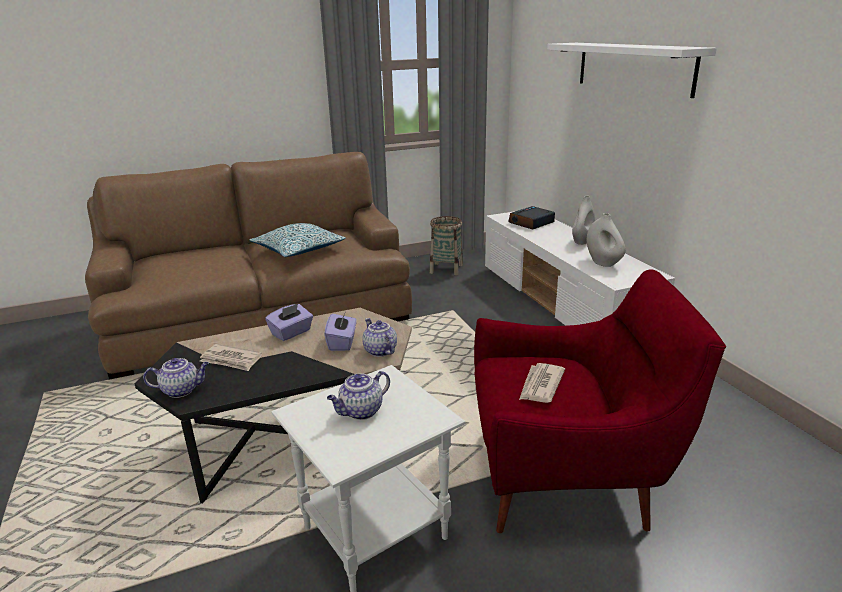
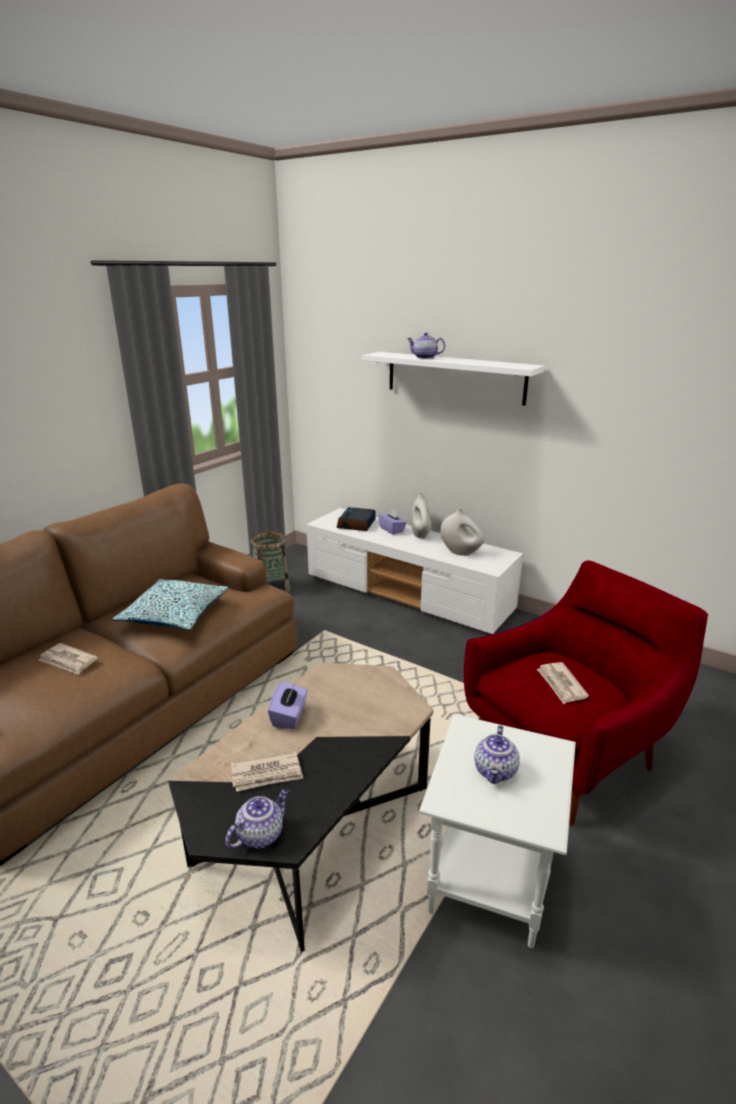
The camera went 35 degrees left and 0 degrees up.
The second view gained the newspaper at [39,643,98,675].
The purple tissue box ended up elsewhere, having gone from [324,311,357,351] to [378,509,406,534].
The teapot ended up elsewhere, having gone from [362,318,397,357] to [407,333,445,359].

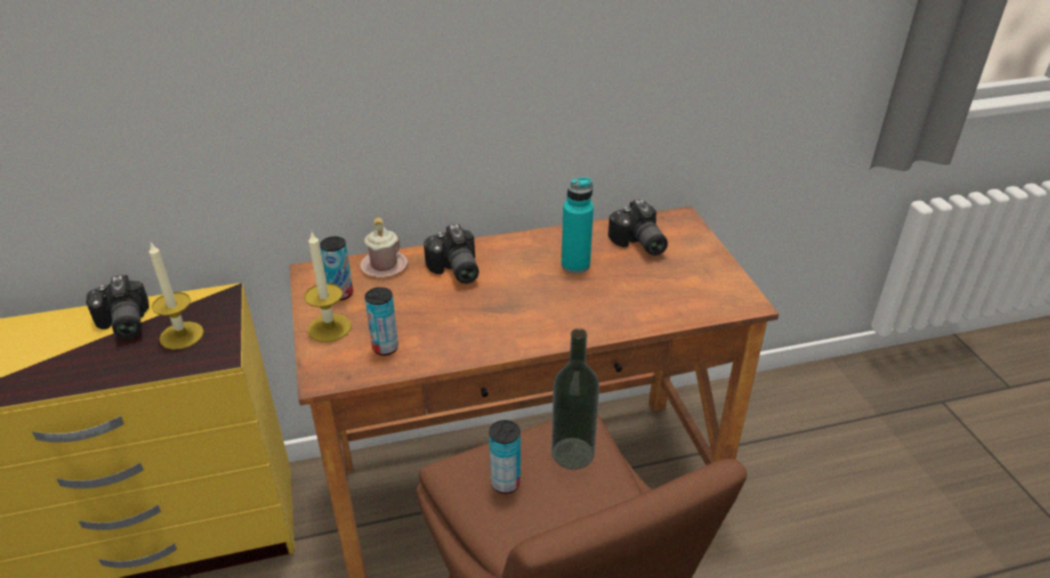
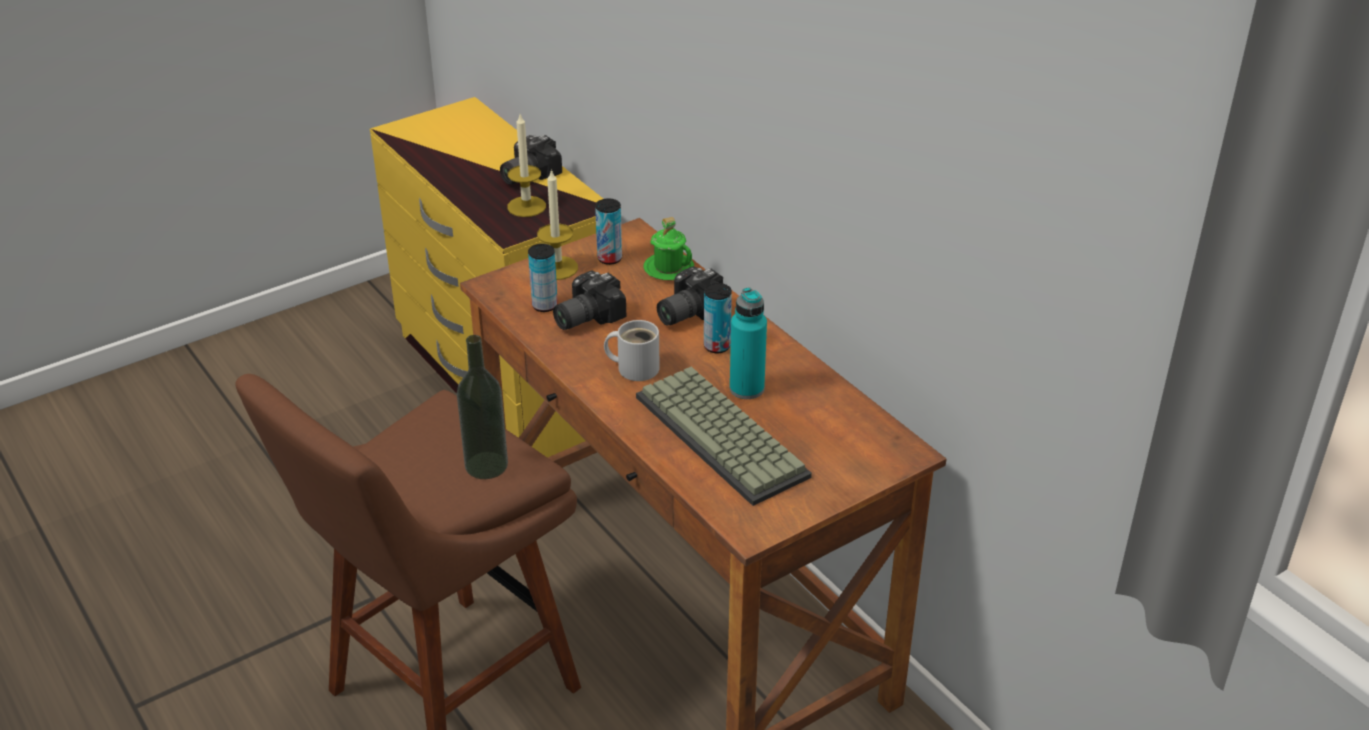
The camera went 70 degrees right and 0 degrees up.
The second view gained the white mug at [604,320,660,381].
The second view gained the keyboard at [636,367,812,506].
The can ended up elsewhere, having gone from [489,420,521,494] to [704,283,732,353].
The photo camera ended up elsewhere, having gone from [608,199,668,256] to [553,271,626,330].
What was the pink mug at [360,218,408,277] turned into the green mug at [643,217,694,280].

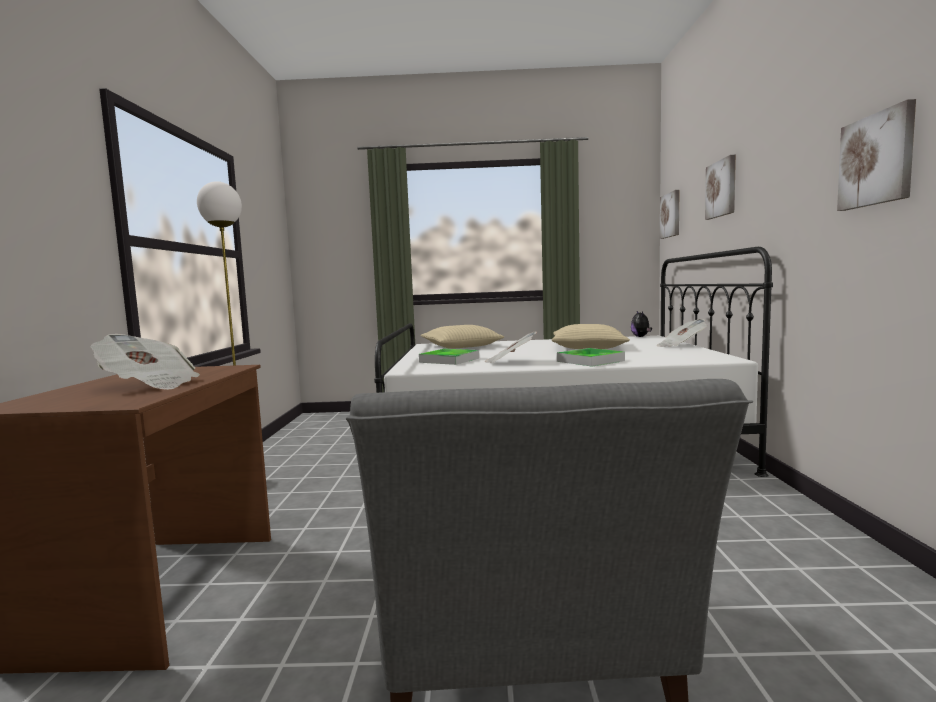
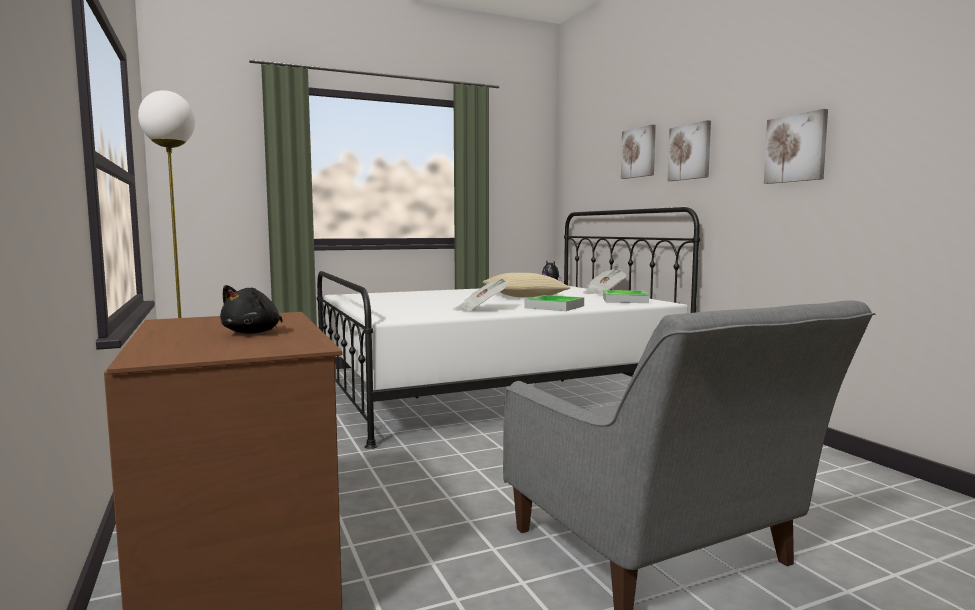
The camera went 25 degrees left and 0 degrees up.
The second view lost the beige pillow at [420,325,504,349].
The tray ended up elsewhere, having gone from [419,349,479,365] to [603,290,649,303].
The picture ended up elsewhere, having gone from [660,190,680,239] to [668,120,711,181].
Where the newspaper stood at [90,334,200,390], the black plush toy came to stand at [220,285,283,334].

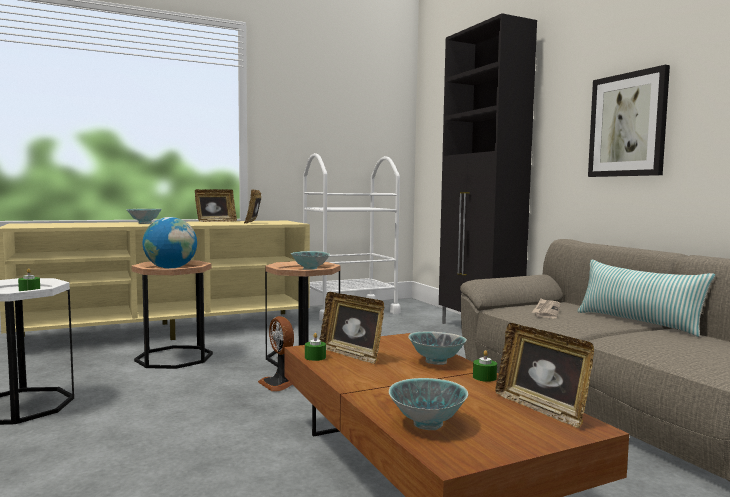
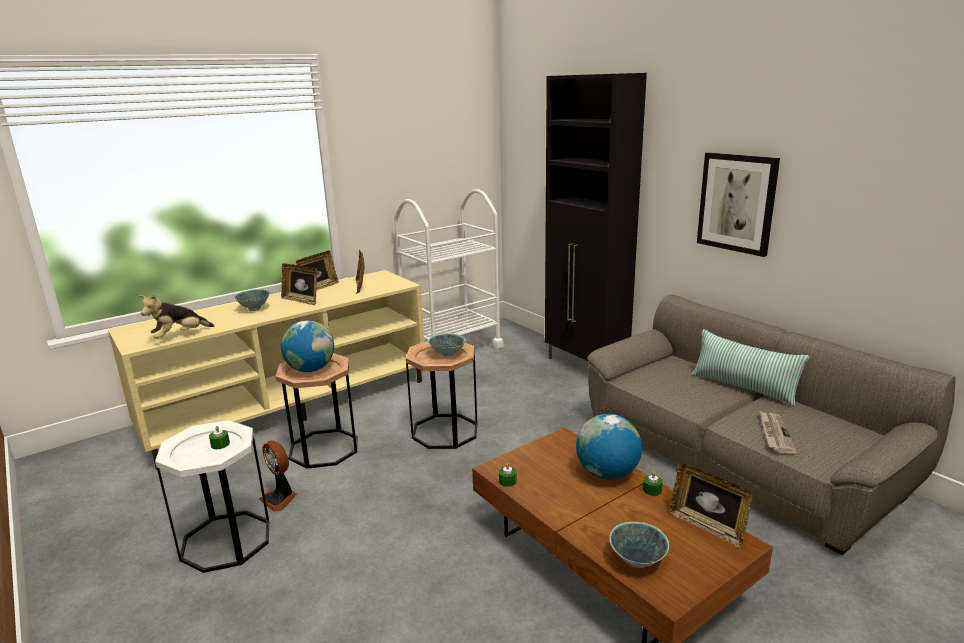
The camera went 10 degrees left and 15 degrees up.
The second view gained the plush toy at [139,294,214,339].
The fan ended up elsewhere, having gone from [258,316,294,391] to [259,440,297,512].
The picture frame ended up elsewhere, having gone from [319,292,384,364] to [281,264,317,305].
The newspaper ended up elsewhere, having gone from [532,299,561,318] to [760,411,797,454].
Where the bowl stood at [409,331,467,365], the globe came to stand at [576,414,642,480].

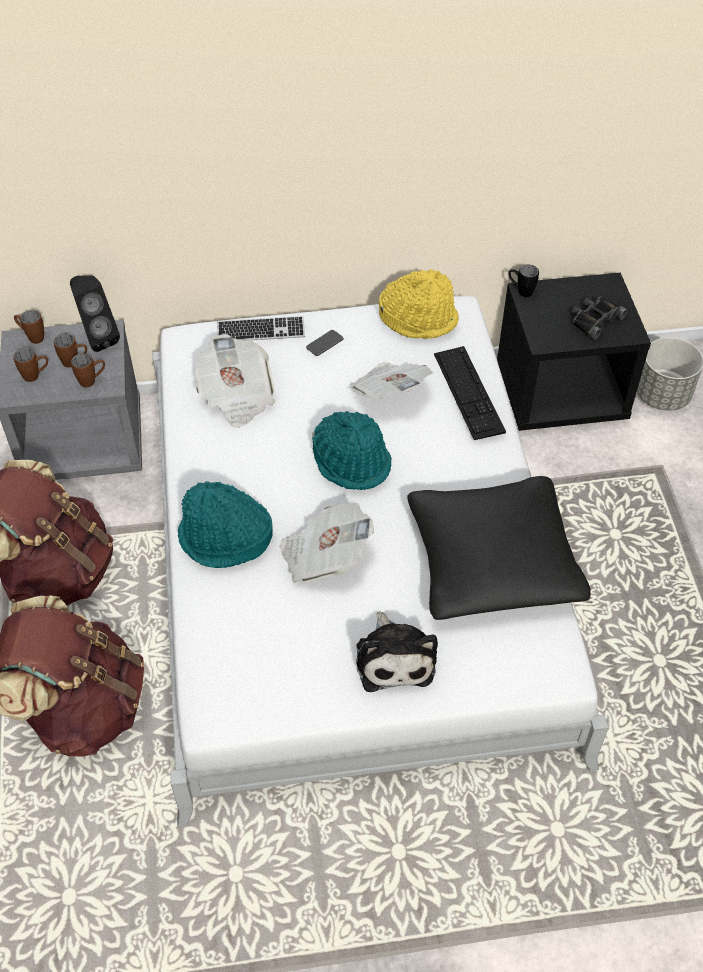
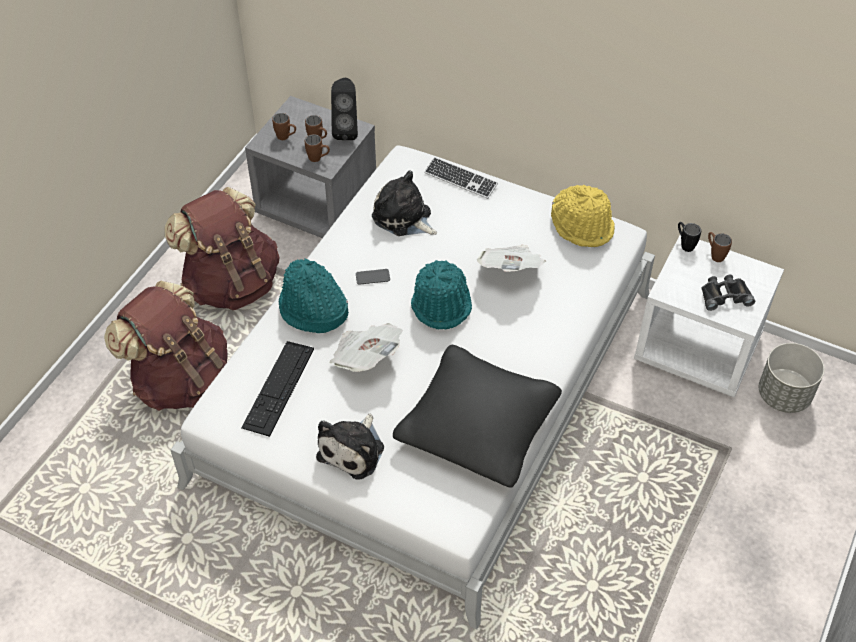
The camera went 35 degrees right and 0 degrees up.
The brown mug ended up elsewhere, having gone from [14,310,44,344] to [708,232,732,262].
The phone ended up elsewhere, having gone from [306,330,344,356] to [356,269,390,285].
The keyboard ended up elsewhere, having gone from [434,346,506,440] to [241,341,314,437].
Where the newspaper stood at [195,334,275,428], the plush toy came to stand at [372,171,437,236].
What was the black nightstand at [497,273,651,431] turned into the white nightstand at [634,235,784,397].

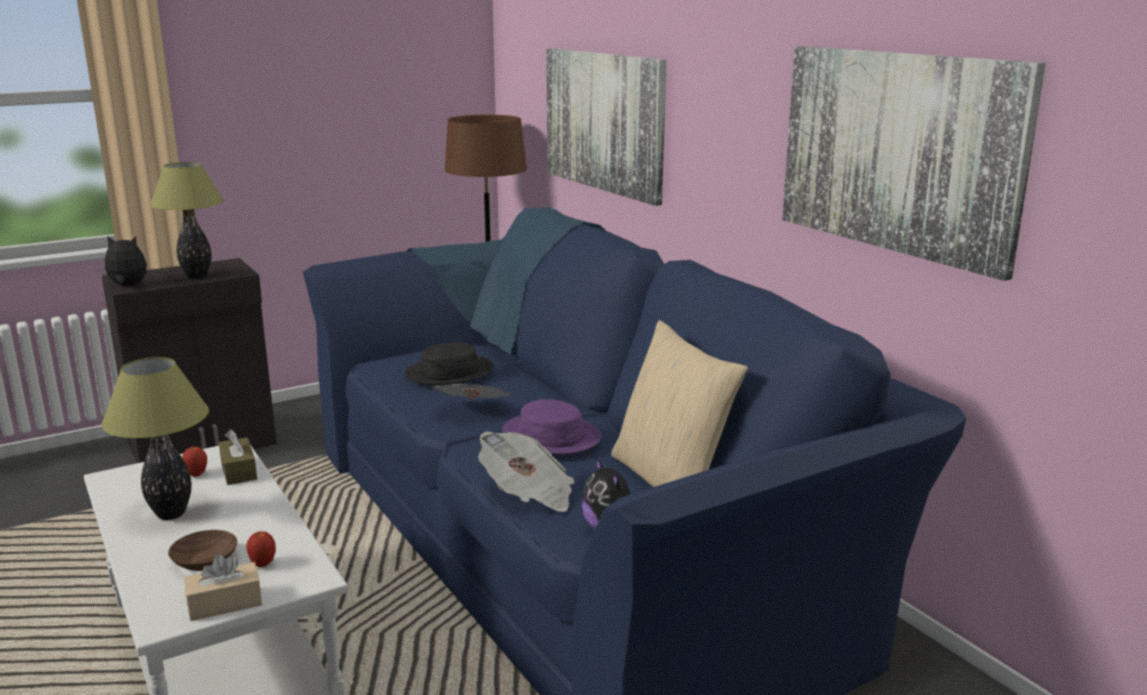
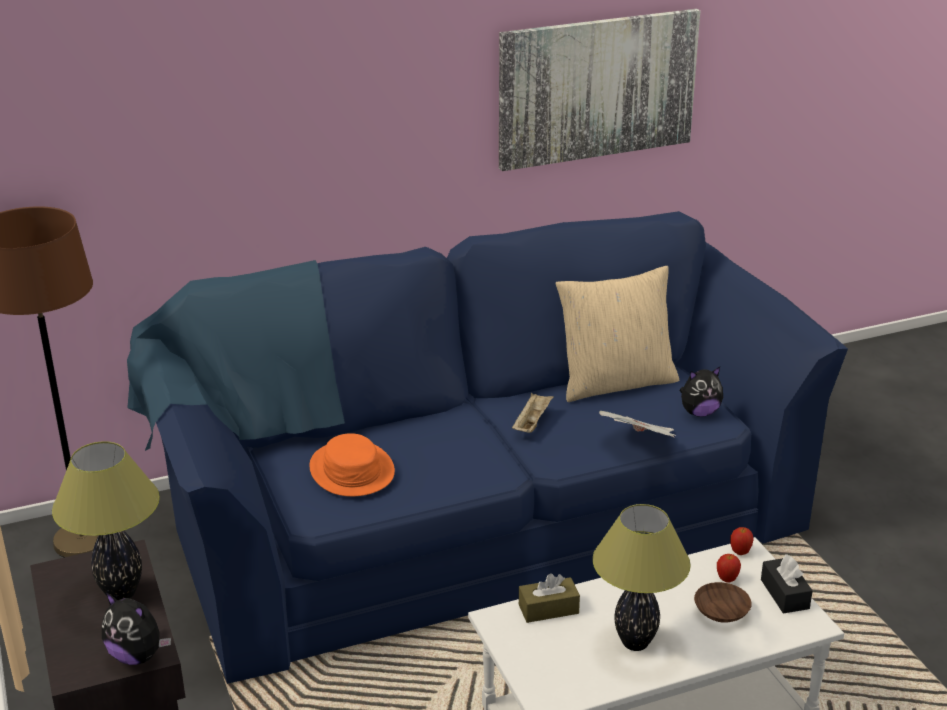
The camera went 80 degrees left and 10 degrees up.
The second view lost the newspaper at [431,384,511,399].
The second view lost the picture at [546,48,666,206].
The apple ended up elsewhere, having gone from [182,446,207,477] to [730,527,753,555].
Where the purple hat stood at [502,399,602,454], the beige tray came to stand at [512,393,554,433].
What was the beige tissue box at [184,554,262,621] turned into the black tissue box at [761,554,813,613].
What was the black hat at [405,342,494,385] turned into the orange hat at [309,433,395,497].
The plush toy at [98,235,147,286] ended up facing another way, 75 degrees counterclockwise from before.

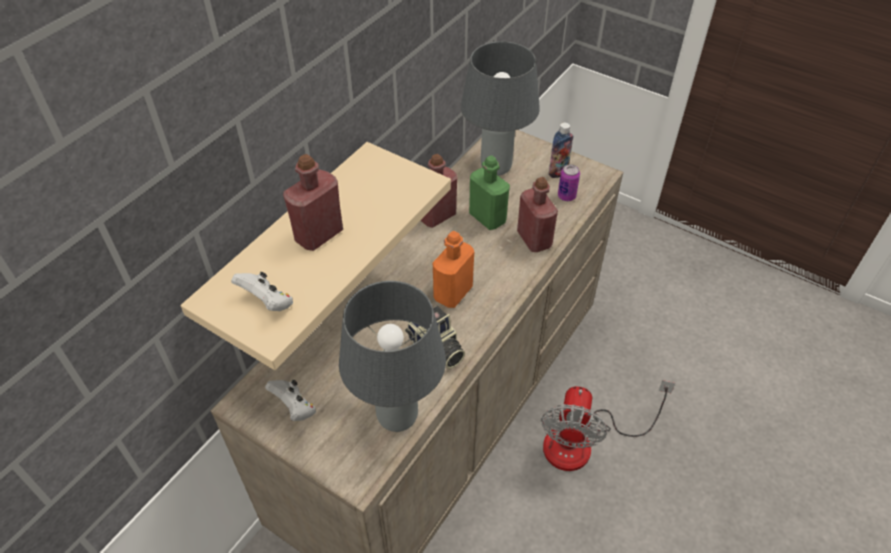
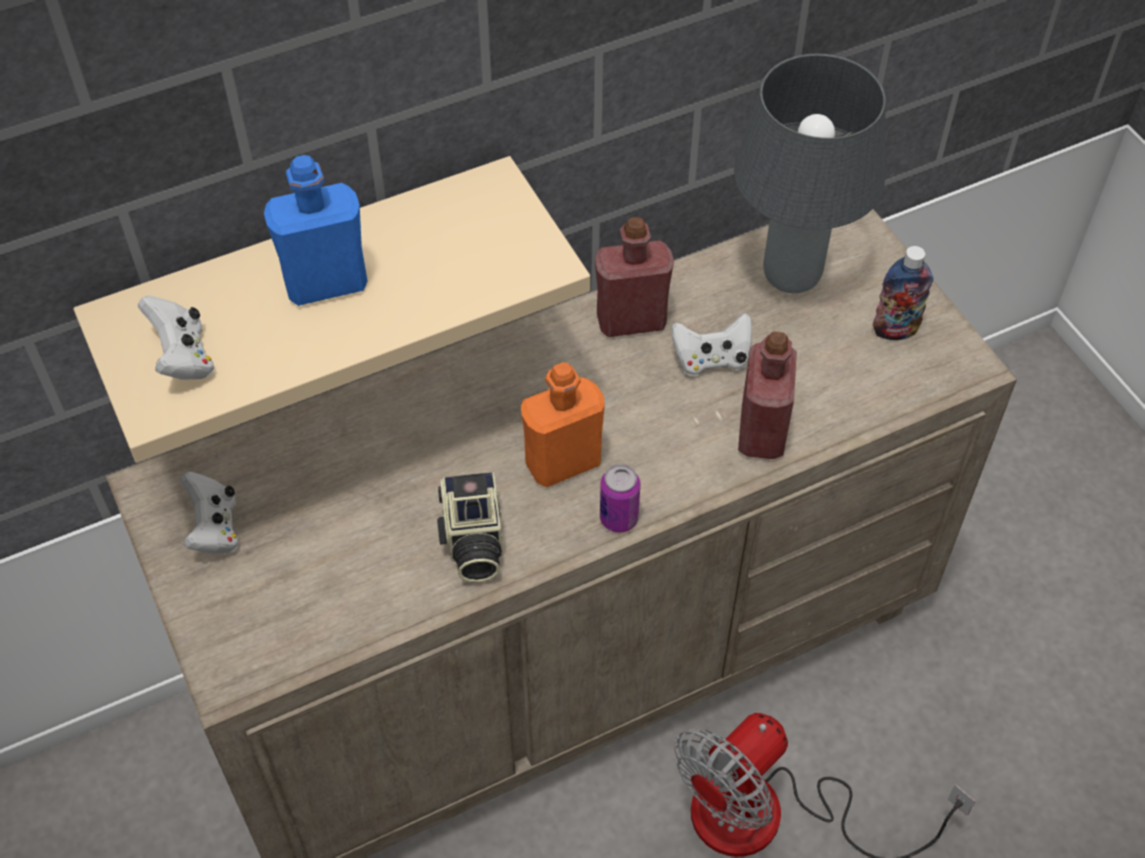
The camera went 30 degrees right and 5 degrees up.
The second view lost the grey table lamp at [339,281,446,432].
The can ended up elsewhere, having gone from [558,164,580,201] to [600,464,640,533].
Where the green bottle stood at [469,155,510,230], the white game controller came to stand at [671,313,752,376].
What was the red bottle at [283,154,343,251] turned into the blue bottle at [264,155,367,306].

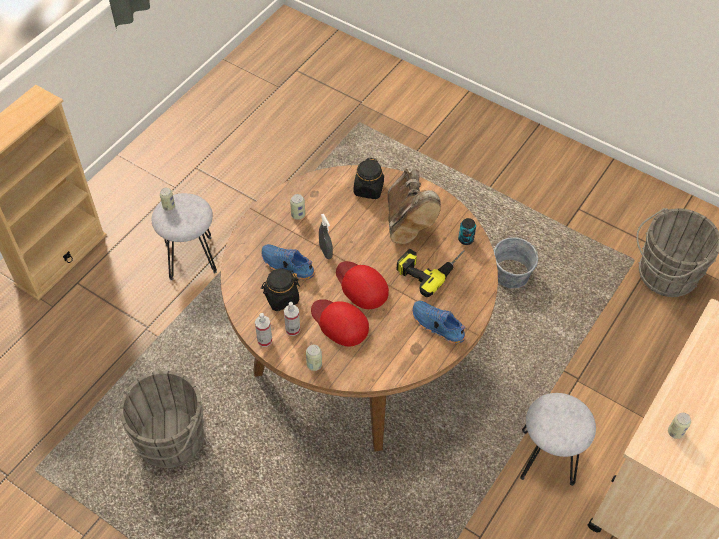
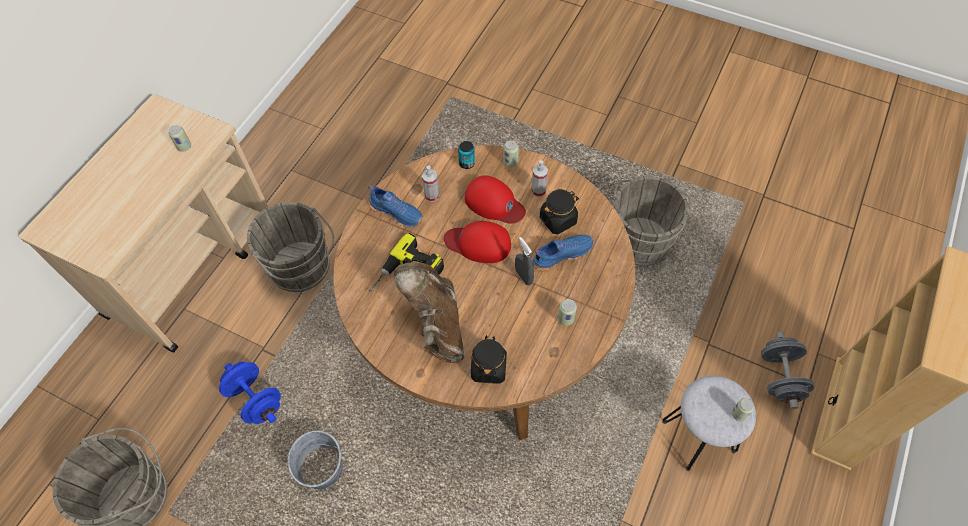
The camera went 175 degrees right and 5 degrees up.
The second view gained the blue dumbbell at [219,362,281,424].
The second view gained the grey dumbbell at [761,332,814,409].
The spray bottle ended up elsewhere, having gone from [255,313,272,347] to [422,165,439,202].
The can ended up elsewhere, having gone from [458,218,476,245] to [458,141,475,169].
Where the grey stool stood at [520,393,596,486], the grey bucket came to stand at [247,202,334,292].
The blue shoe at [261,244,315,280] ended up facing another way, 45 degrees counterclockwise from before.
The red cap at [336,261,389,309] ended up facing another way, 150 degrees clockwise from before.

